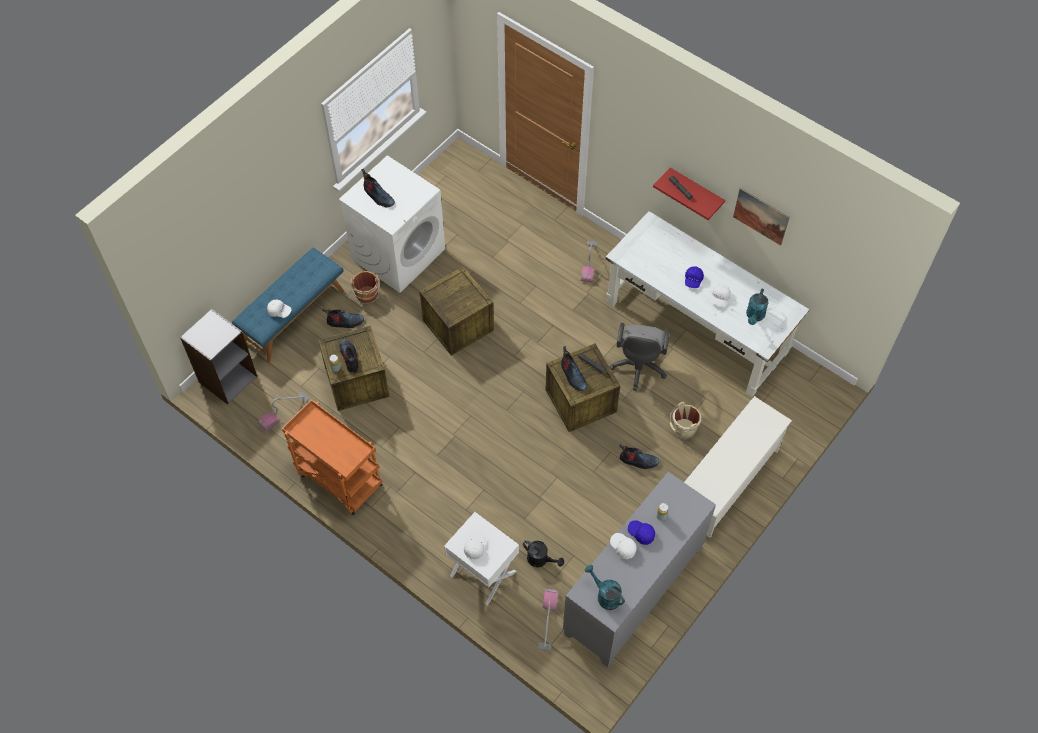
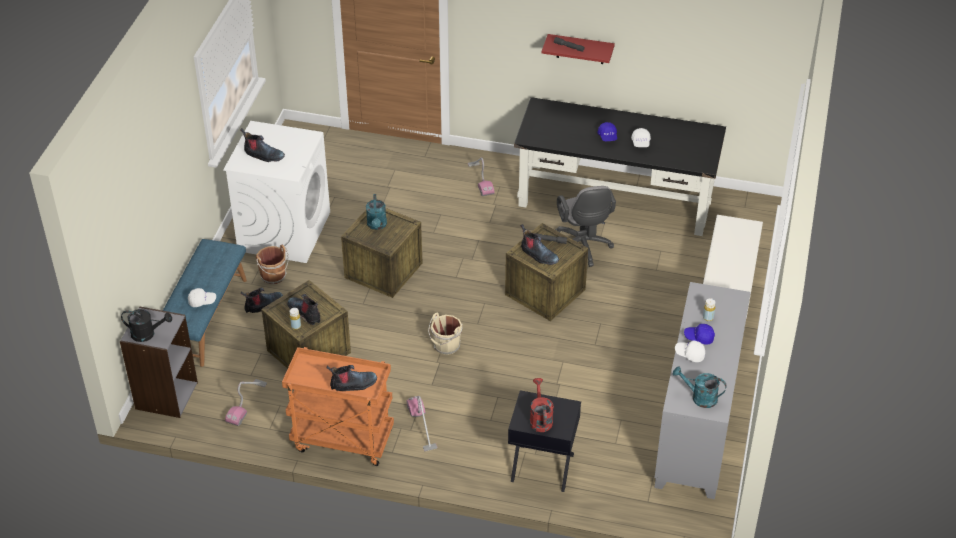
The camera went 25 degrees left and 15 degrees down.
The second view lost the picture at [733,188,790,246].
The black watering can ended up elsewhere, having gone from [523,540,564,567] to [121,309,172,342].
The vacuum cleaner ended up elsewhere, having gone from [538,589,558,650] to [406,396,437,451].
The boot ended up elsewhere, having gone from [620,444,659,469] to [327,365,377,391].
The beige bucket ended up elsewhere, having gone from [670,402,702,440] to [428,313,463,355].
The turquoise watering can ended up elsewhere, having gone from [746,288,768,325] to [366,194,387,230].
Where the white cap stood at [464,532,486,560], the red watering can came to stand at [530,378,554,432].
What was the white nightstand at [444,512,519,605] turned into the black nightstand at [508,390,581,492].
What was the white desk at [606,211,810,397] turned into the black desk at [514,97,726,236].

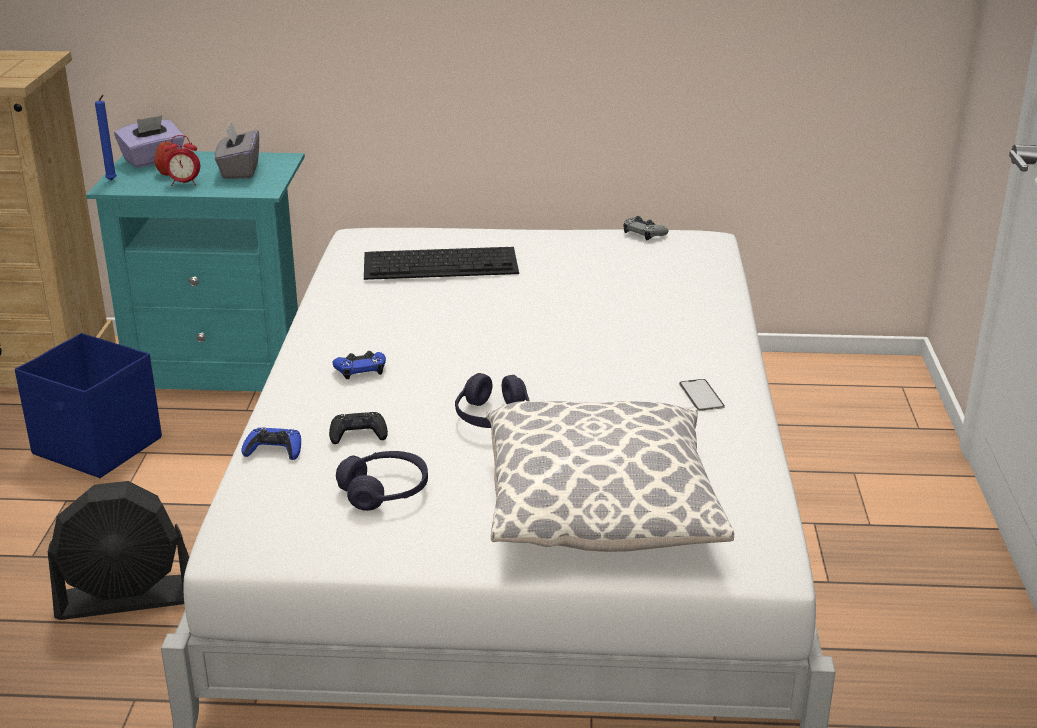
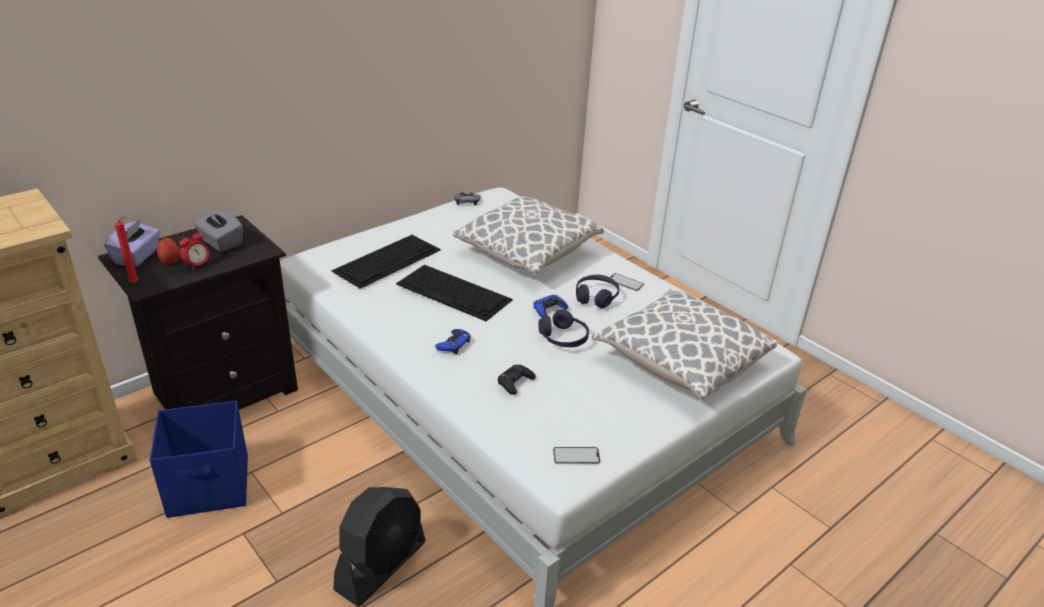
The camera went 45 degrees left and 5 degrees up.
The second view gained the keyboard at [396,265,513,321].
The second view gained the pillow at [453,196,604,276].
The second view gained the phone at [553,447,600,464].
The blue game controller ended up elsewhere, having gone from [241,428,301,460] to [533,295,568,317].
The purple headphones ended up elsewhere, having gone from [336,451,428,511] to [576,275,619,308].
What was the turquoise nightstand at [86,151,305,391] turned into the black nightstand at [98,215,298,410].
What was the blue candle at [95,95,117,181] turned into the red candle at [115,217,139,284].

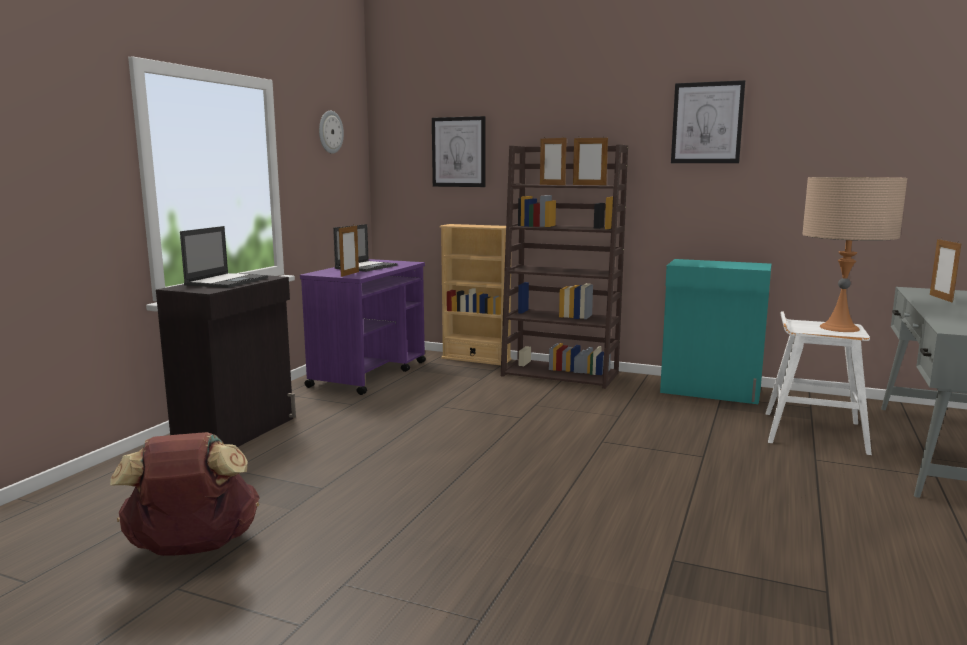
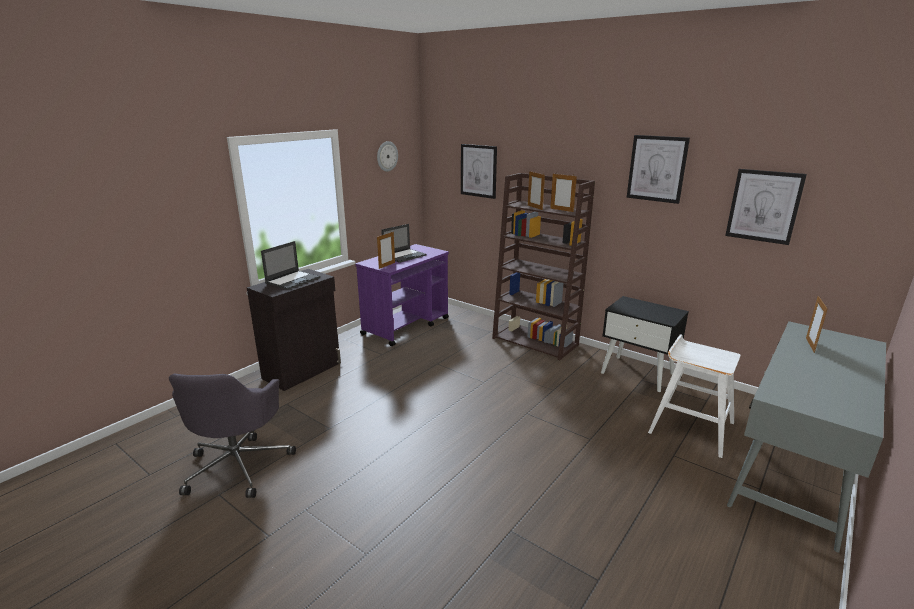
The camera went 15 degrees right and 10 degrees up.
The second view lost the beige bookcase at [439,224,512,365].
The second view lost the beige table lamp at [803,177,907,332].
The second view gained the picture at [725,169,807,245].
Where the brown backpack stood at [110,432,260,556], the grey office chair came to stand at [169,374,296,498].
Where the turquoise cabinet stood at [660,259,772,404], the black nightstand came to stand at [601,296,689,392].

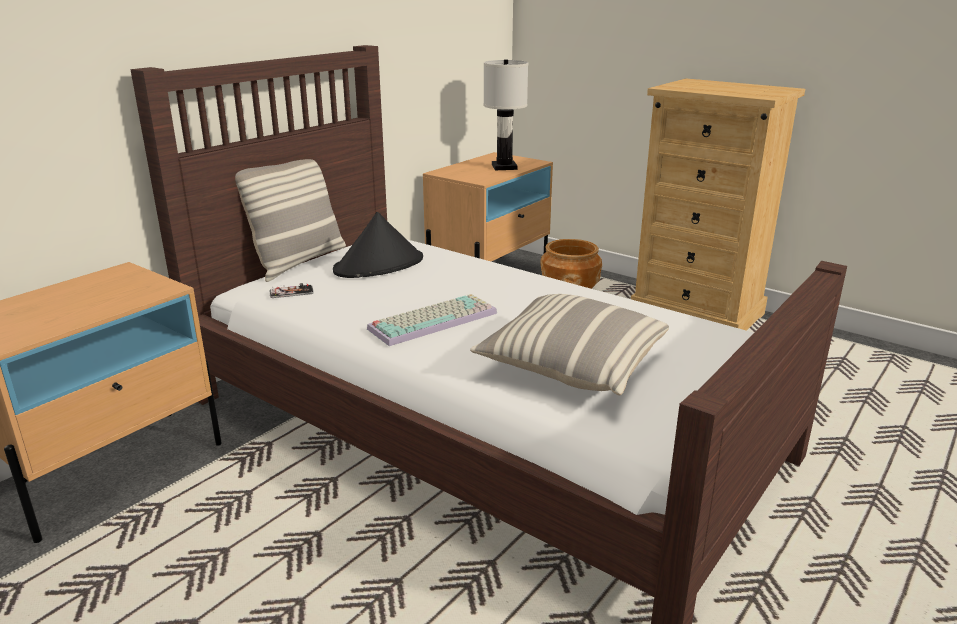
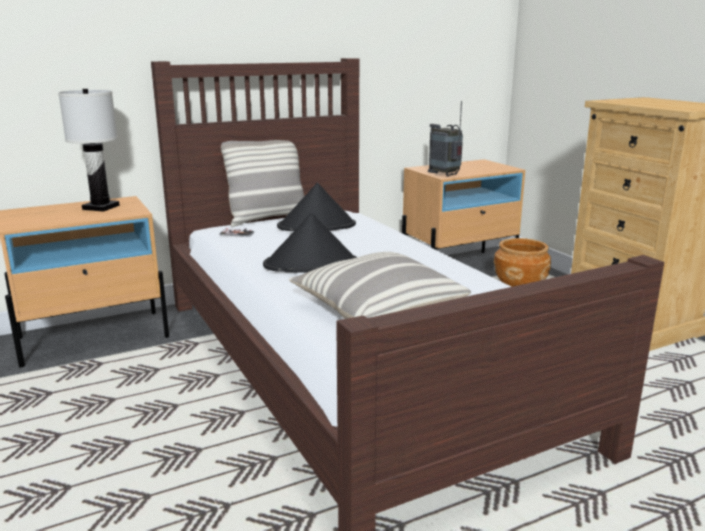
The camera went 25 degrees right and 5 degrees down.
The second view gained the radio at [428,101,463,177].
The white table lamp ended up elsewhere, having gone from [483,59,528,170] to [58,89,120,212].
Where the keyboard stood at [367,294,497,346], the black hat came to stand at [263,213,357,273].

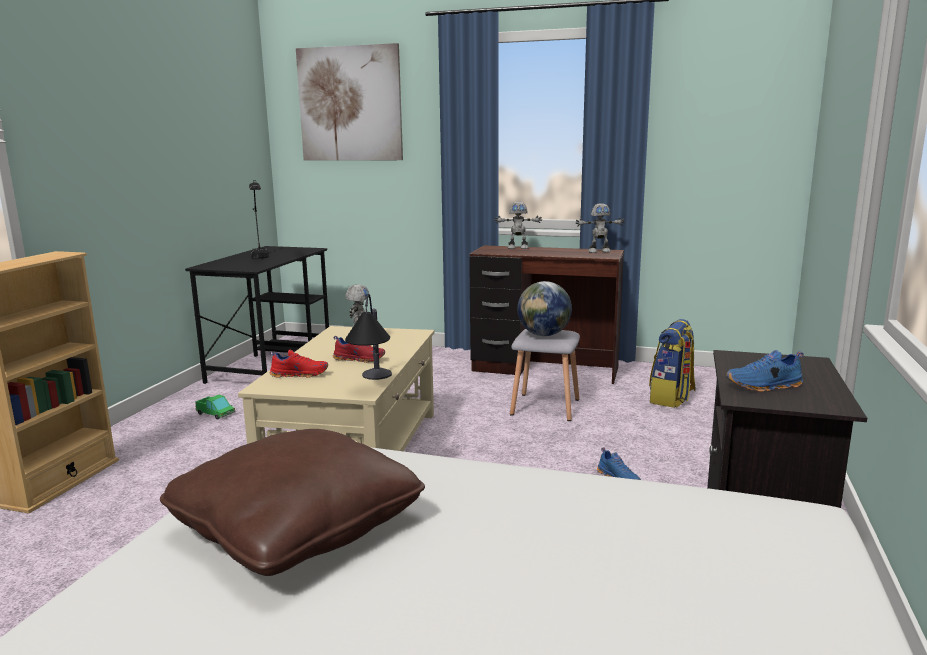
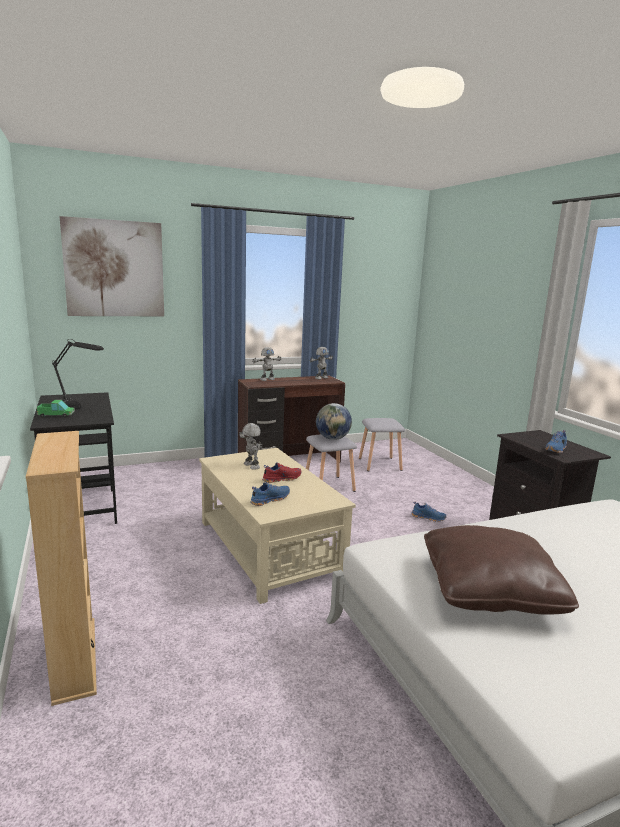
The camera went 40 degrees left and 0 degrees up.
The second view lost the table lamp at [345,294,392,380].
The toy truck ended up elsewhere, having gone from [195,395,236,419] to [37,400,75,418].
Where the backpack stood at [649,319,696,408], the grey stool came to stand at [359,418,405,471].
What was the red shoe at [269,350,328,378] turned into the blue shoe at [250,482,290,506].

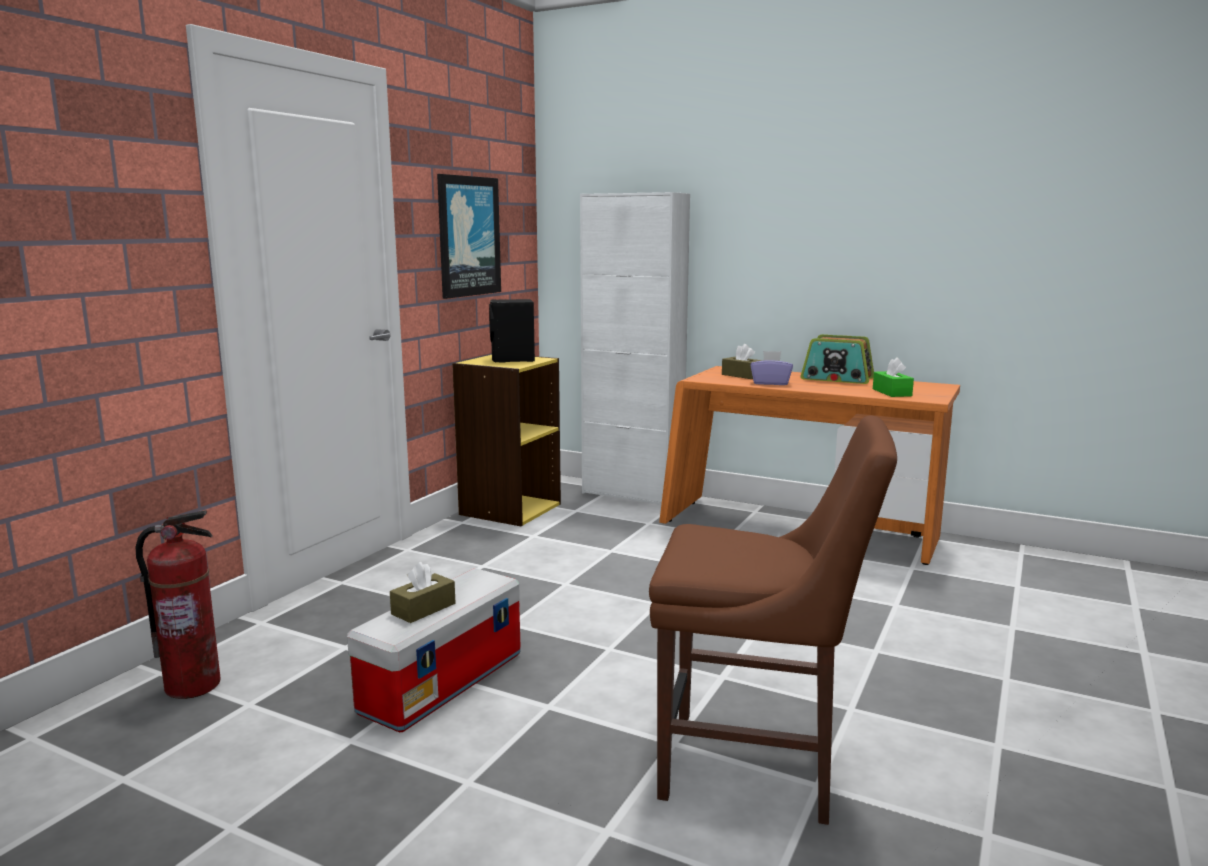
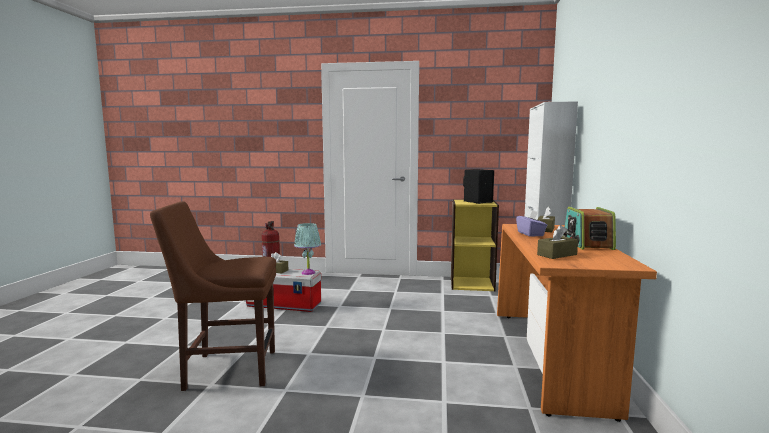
The camera went 70 degrees right and 5 degrees down.
The second view lost the picture at [437,174,501,299].
The second view gained the turquoise table lamp at [294,223,321,275].
What was the green tissue box at [873,357,914,397] turned into the brown tissue box at [537,225,578,259].
The brown chair at [649,416,897,825] ended up facing another way, 90 degrees clockwise from before.

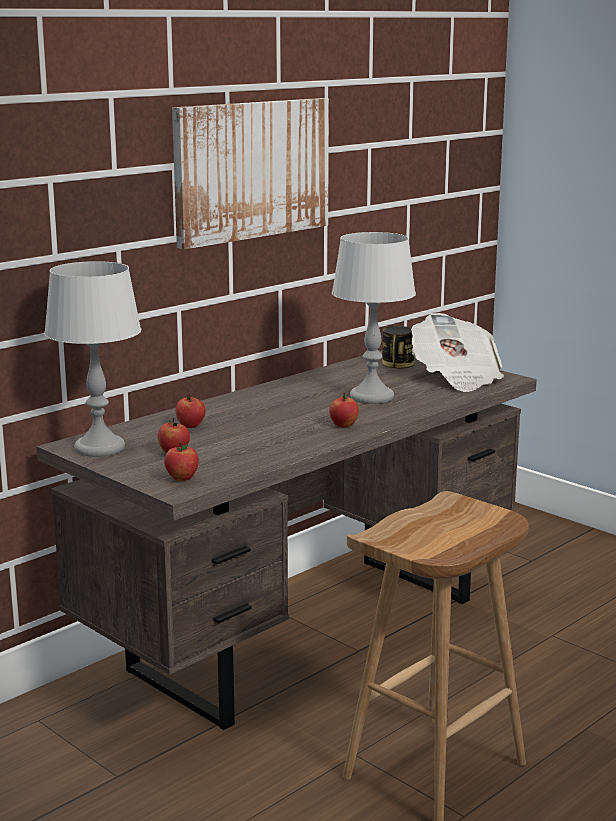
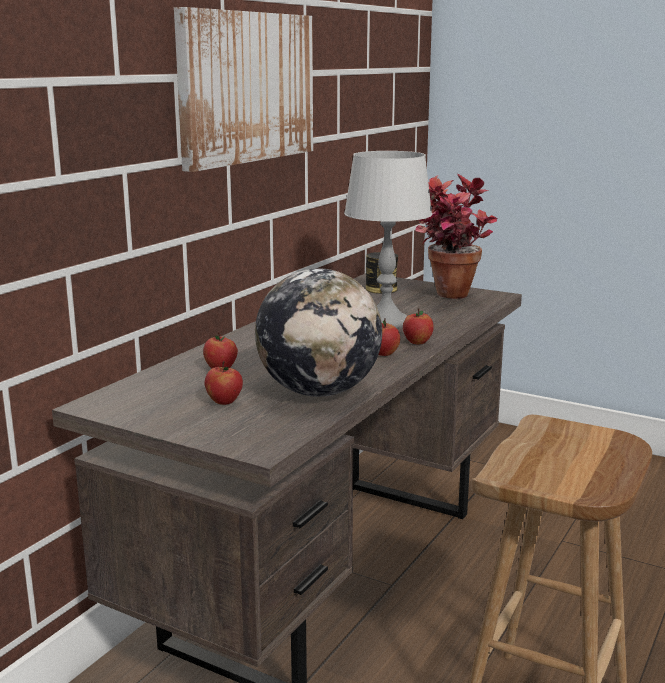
The camera went 15 degrees left and 0 degrees up.
The second view lost the grey table lamp at [44,261,141,457].
The second view gained the globe at [255,268,382,397].
The apple ended up elsewhere, having gone from [164,442,199,481] to [403,308,434,344].
Where the newspaper stood at [411,313,504,392], the potted plant came to stand at [415,174,497,299].

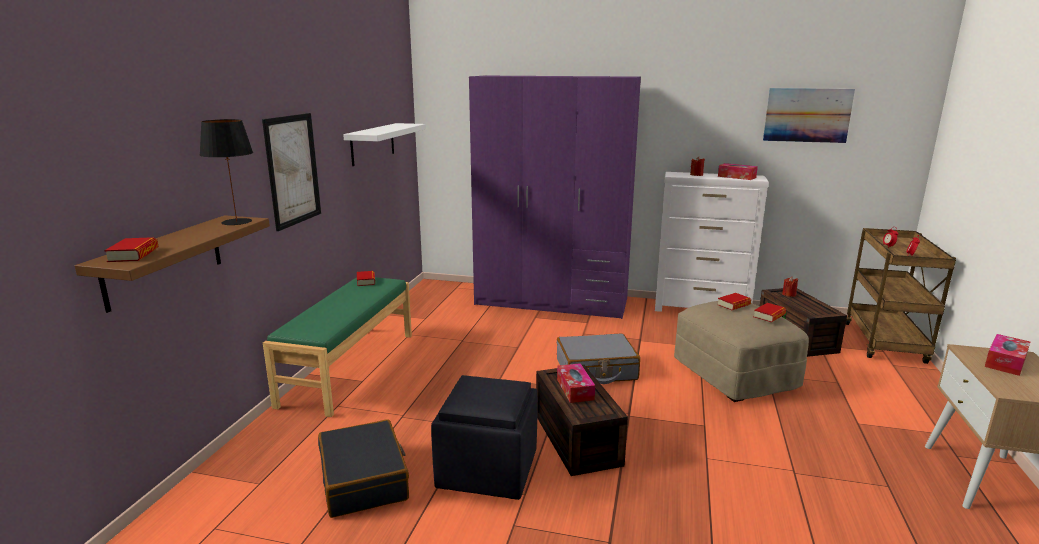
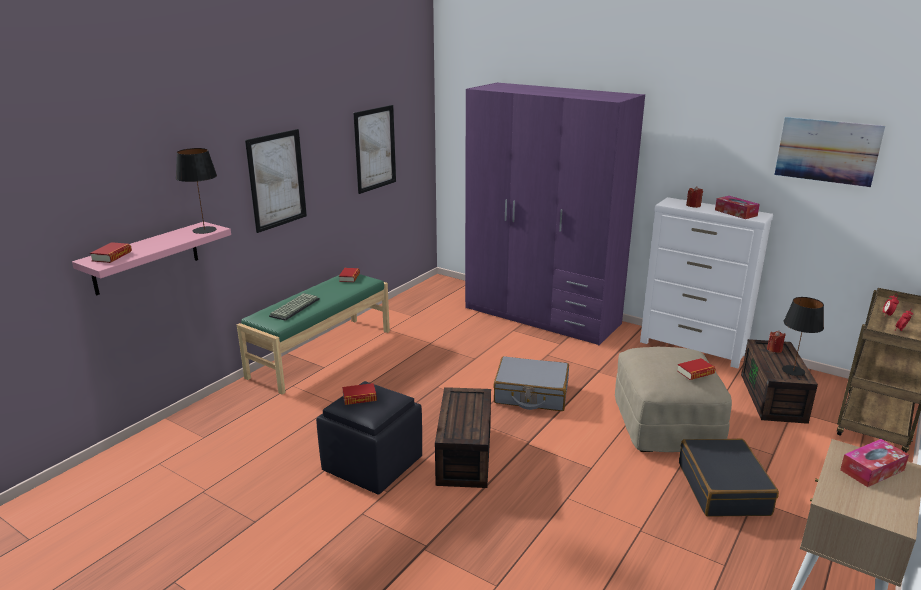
The camera went 20 degrees right and 5 degrees up.
The second view lost the tissue box at [557,363,595,403].
The second view gained the keyboard at [269,293,320,321].
The second view gained the black table lamp at [782,297,824,376].
The black suitcase ended up elsewhere, having gone from [318,419,409,518] to [679,438,779,517].
The book ended up elsewhere, having gone from [717,293,751,310] to [342,383,377,405].
Where the white shelf hung at [343,123,426,166], the picture came to hang at [353,105,396,194].
What was the brown shelf at [75,215,270,313] turned into the pink shelf at [72,222,231,296].

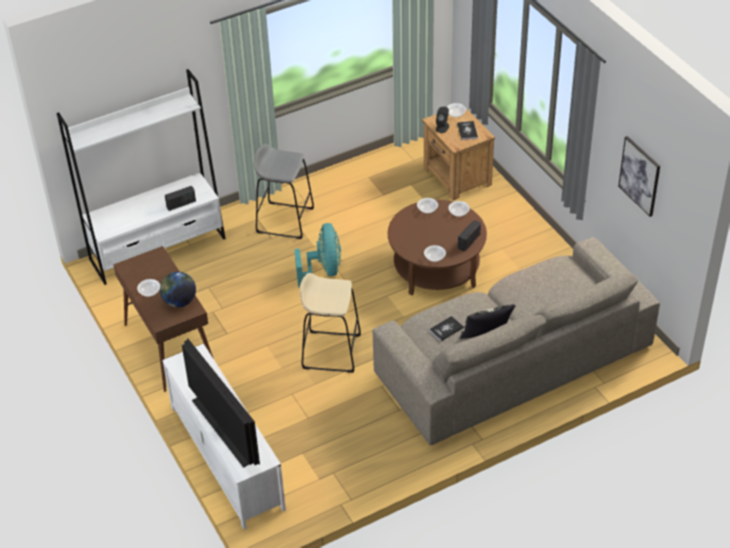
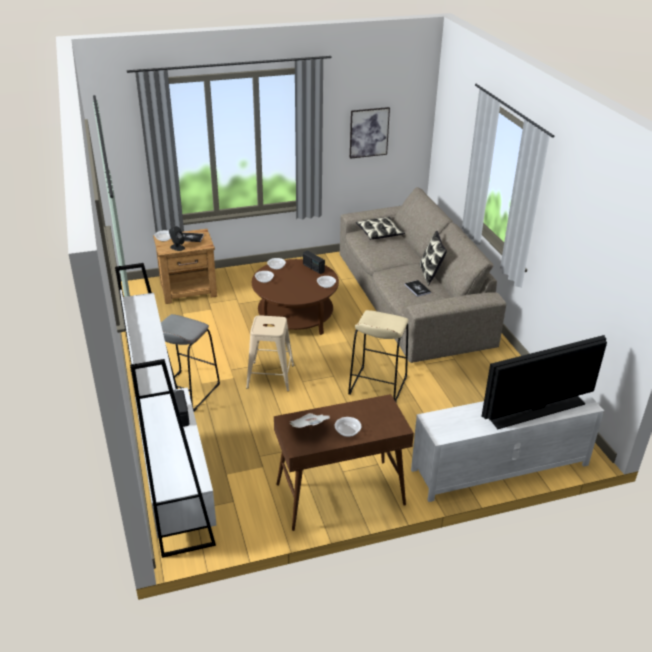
The camera went 80 degrees left and 10 degrees down.
The second view lost the globe at [160,272,196,307].
The second view gained the newspaper at [290,413,329,428].
The second view gained the pillow at [356,217,405,240].
Where the turquoise fan stood at [295,223,341,288], the beige stool came to stand at [246,315,294,391].

